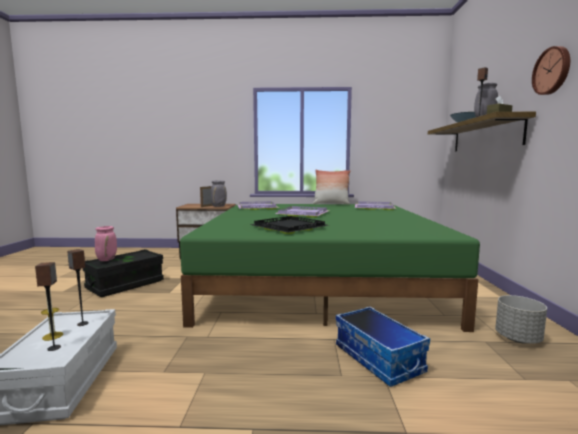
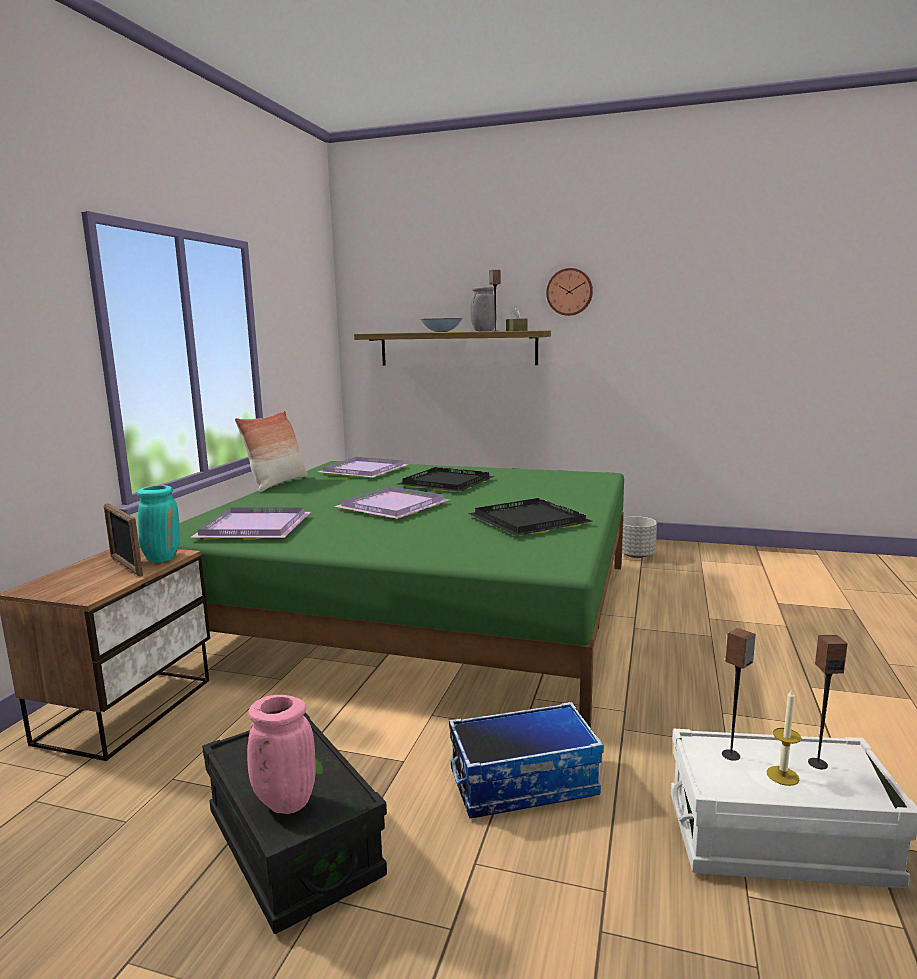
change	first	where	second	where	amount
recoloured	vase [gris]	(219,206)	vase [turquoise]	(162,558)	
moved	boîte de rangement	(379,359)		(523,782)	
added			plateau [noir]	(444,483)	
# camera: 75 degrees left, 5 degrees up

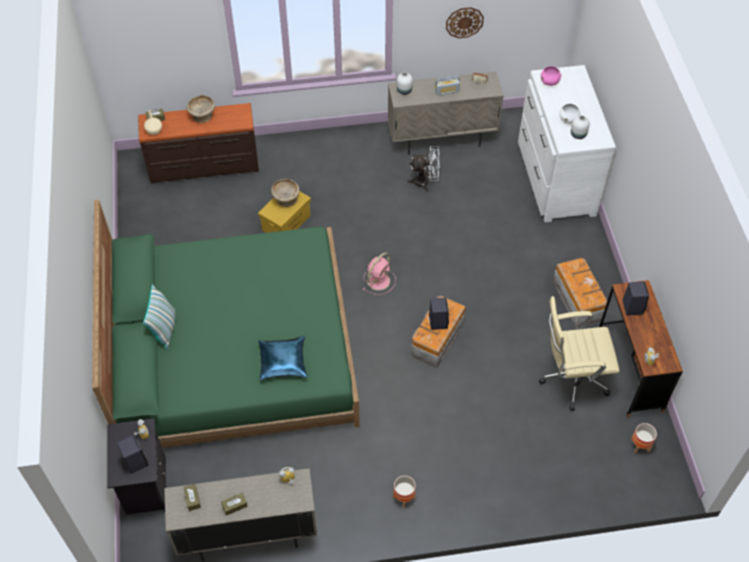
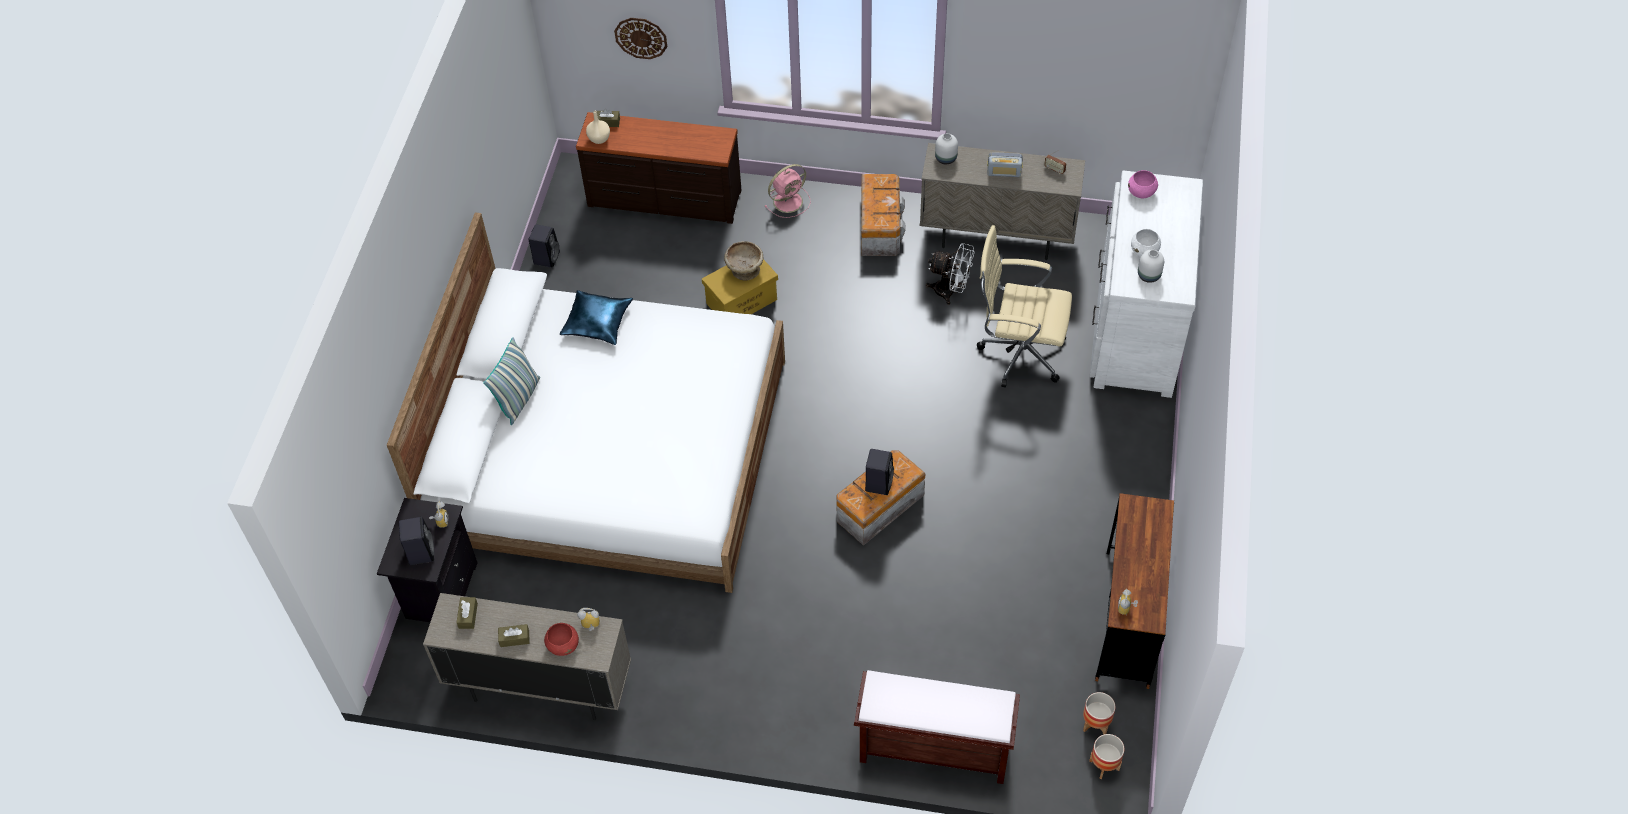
change	first	where	second	where	amount
moved	horloge murale	(464,22)		(641,37)	
removed	bol [beige]	(202,116)			
recoloured	lit [vert]	(234,350)	lit [blanc]	(611,451)	
moved	ventilateur [rose]	(379,280)		(789,201)	
moved	boîte de rangement	(577,299)		(880,226)	
moved	enceinte [noir]	(632,306)		(546,257)	
moved	chaise de bureau [beige]	(570,380)		(1018,354)	
moved	coussin [bleu]	(283,361)		(597,322)	
moved	cache-pot	(404,498)		(1104,765)	
added			bol [rouge]	(563,645)	
added			banc [marron]	(932,749)	
# camera: 20 degrees right, 0 degrees up

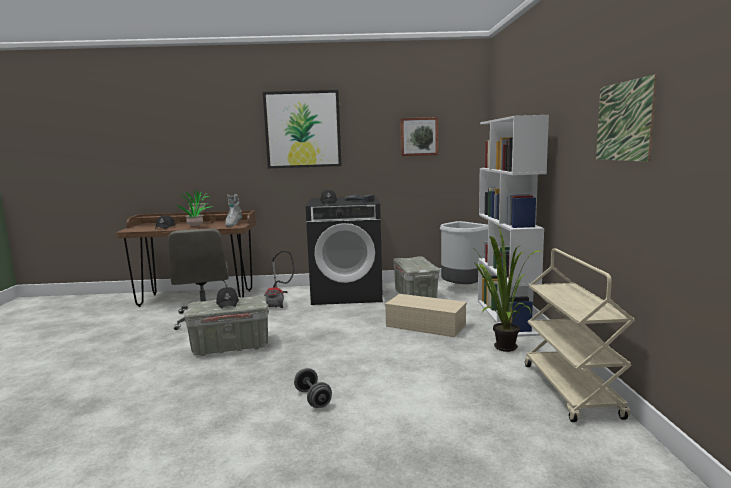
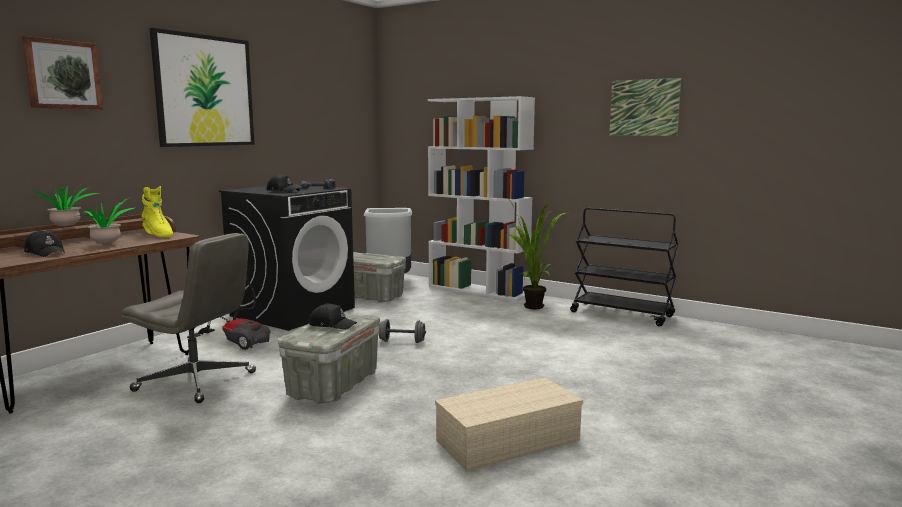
change	first	where	second	where	amount
moved	tableau	(419,136)		(62,74)	
recoloured	botte [gris]	(233,224)	botte [jaune]	(157,235)	
recoloured	chariot [beige]	(571,391)	chariot [noir]	(622,314)	
moved	boîte de rangement [beige]	(427,325)		(509,439)	
moved	haltère [gris]	(313,398)		(402,341)	
# camera: 55 degrees left, 0 degrees up

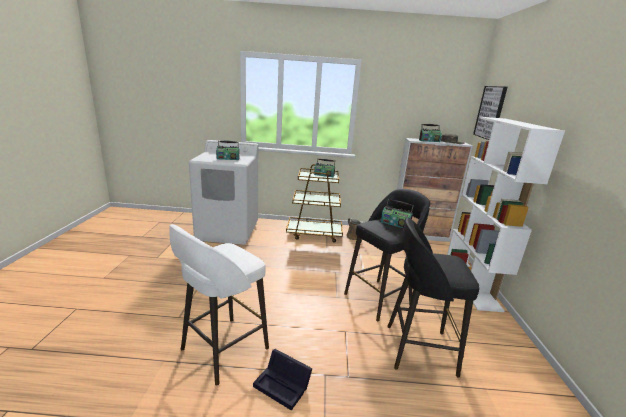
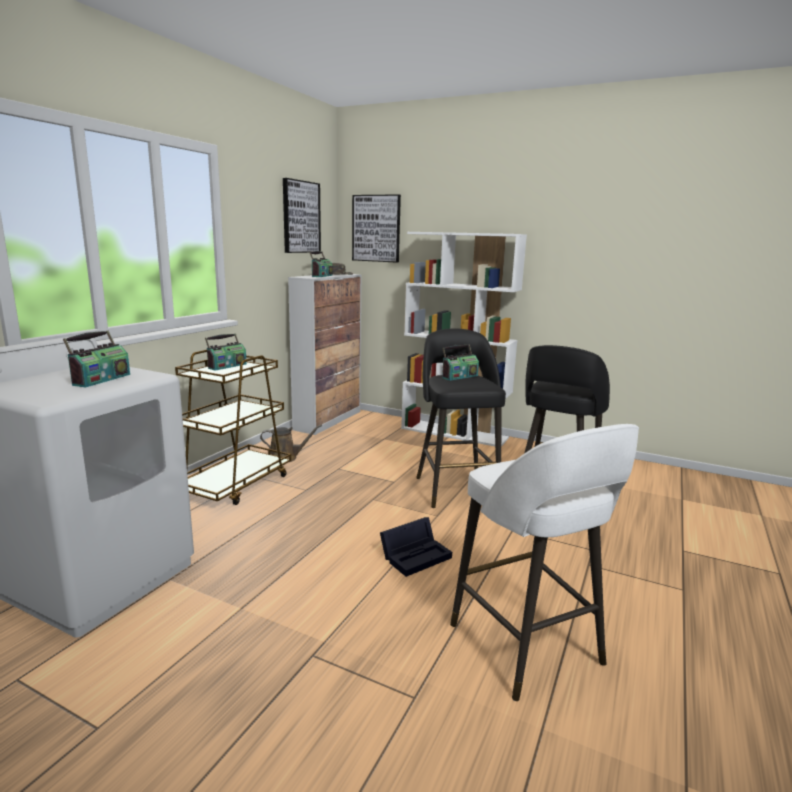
change	first	where	second	where	amount
moved	boîte de rangement [noir]	(283,385)		(416,555)	
added			tableau	(300,217)	
# camera: 65 degrees left, 5 degrees down

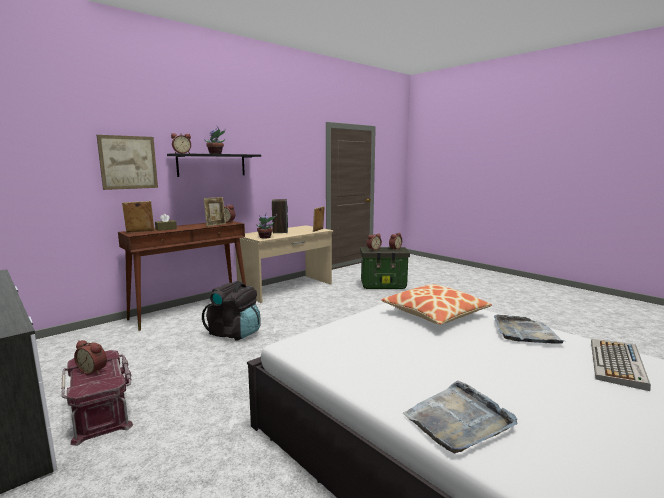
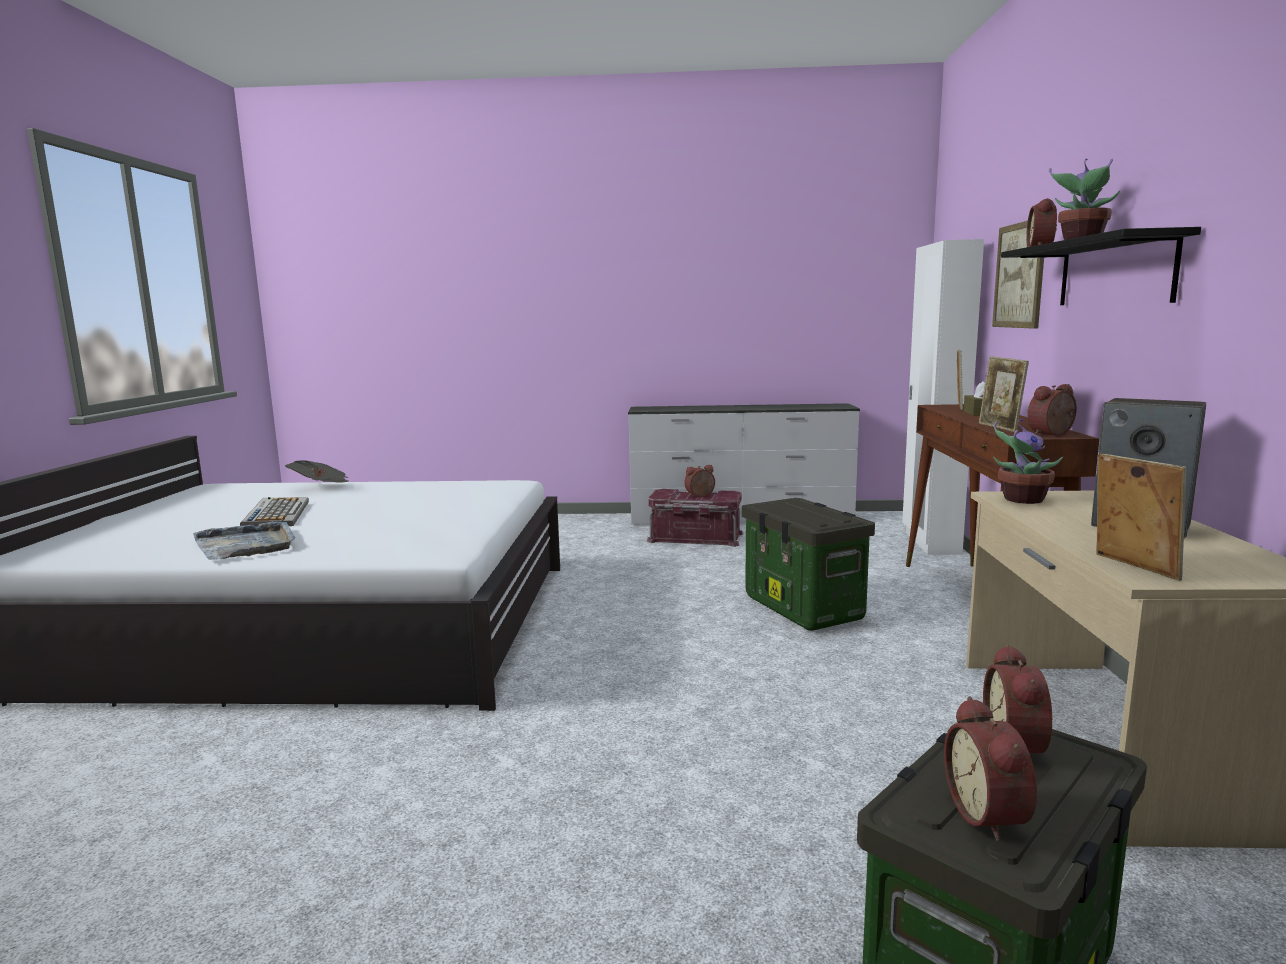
change	first	where	second	where	amount
replaced	sac à dos [noir]	(234,333)	boîte de rangement	(804,608)	
removed	coussin	(435,313)			
moved	clavier	(617,364)		(276,514)	
replaced	plateau [gris]	(458,420)	journal	(322,488)	
added			armoire [blanc]	(930,542)	
# camera: 135 degrees right, 0 degrees up

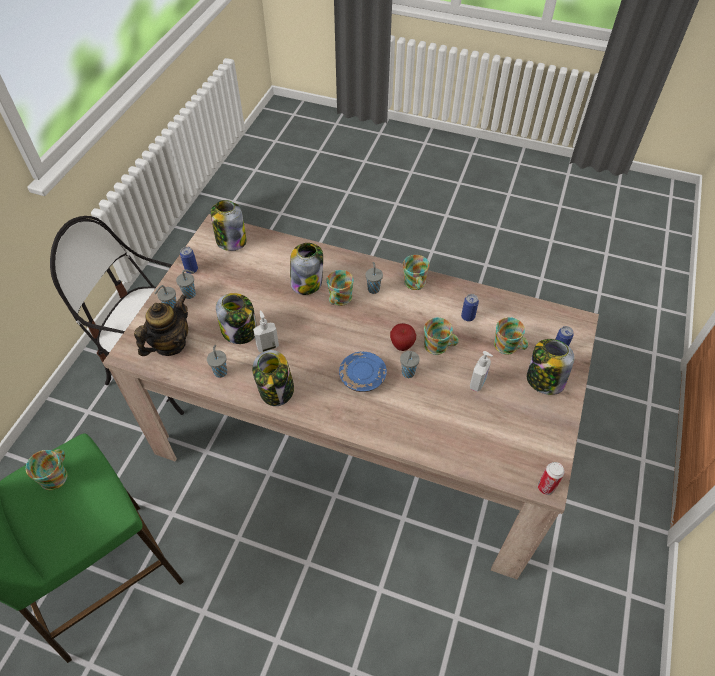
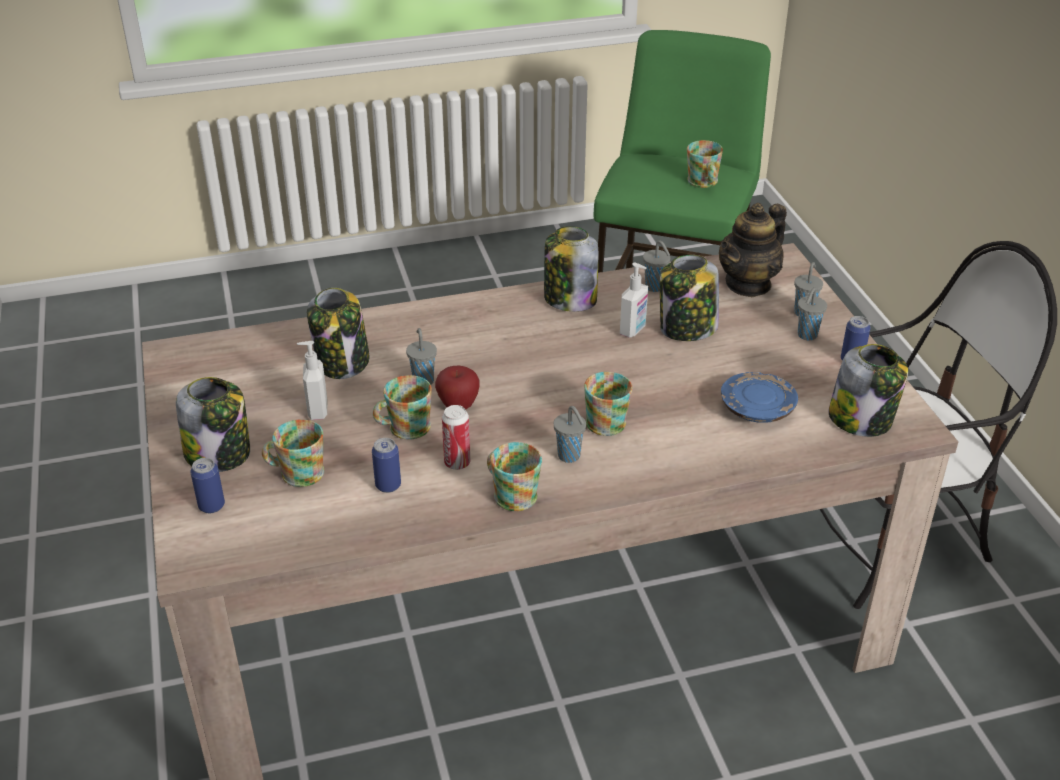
change	first	where	second	where	amount
moved	bocal	(307,282)		(343,362)	
turned	théière	(170,344)		(748,284)	45 degrees clockwise
moved	assiette [bleu]	(362,377)		(756,408)	
moved	boîte métallique	(545,487)		(457,463)	
# camera: 145 degrees right, 15 degrees down

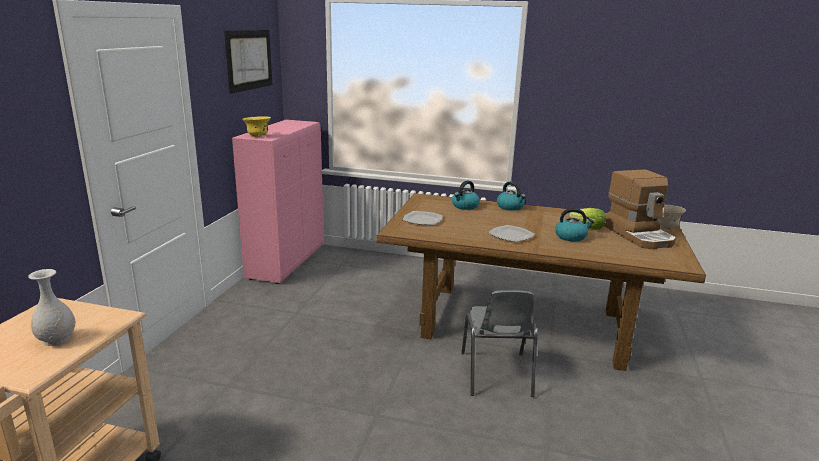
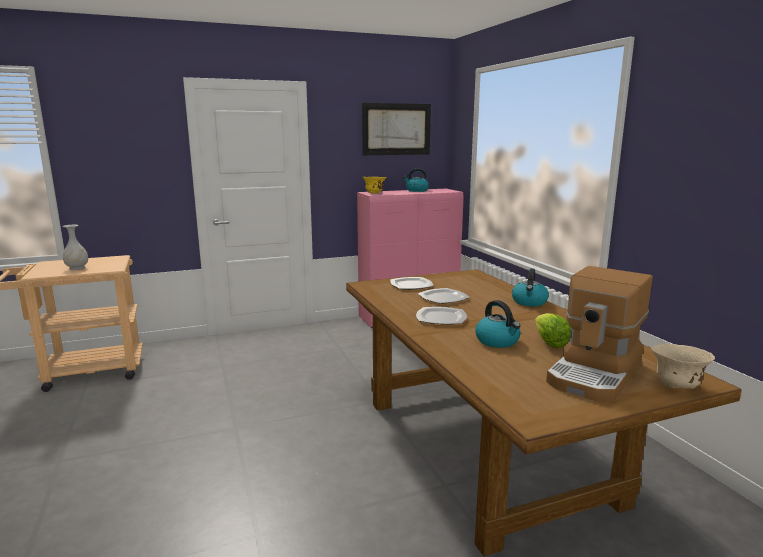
change	first	where	second	where	amount
moved	bouilloire	(465,206)		(416,190)	
removed	chaise [gris]	(496,375)			
added			assiette	(444,298)	
# camera: 55 degrees right, 5 degrees down

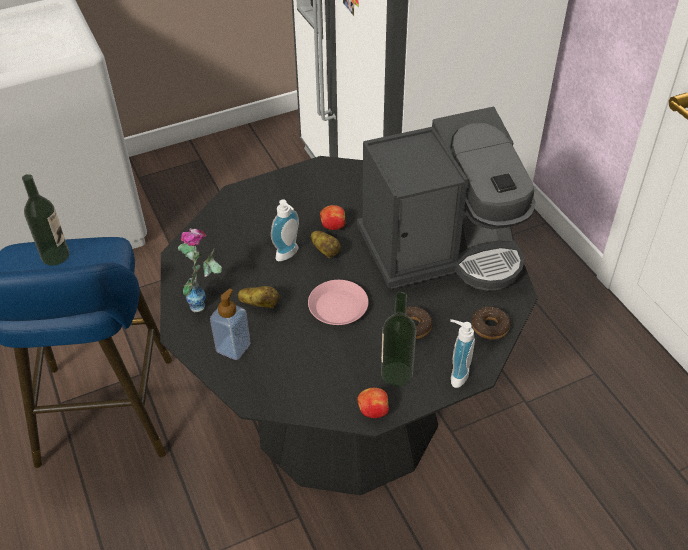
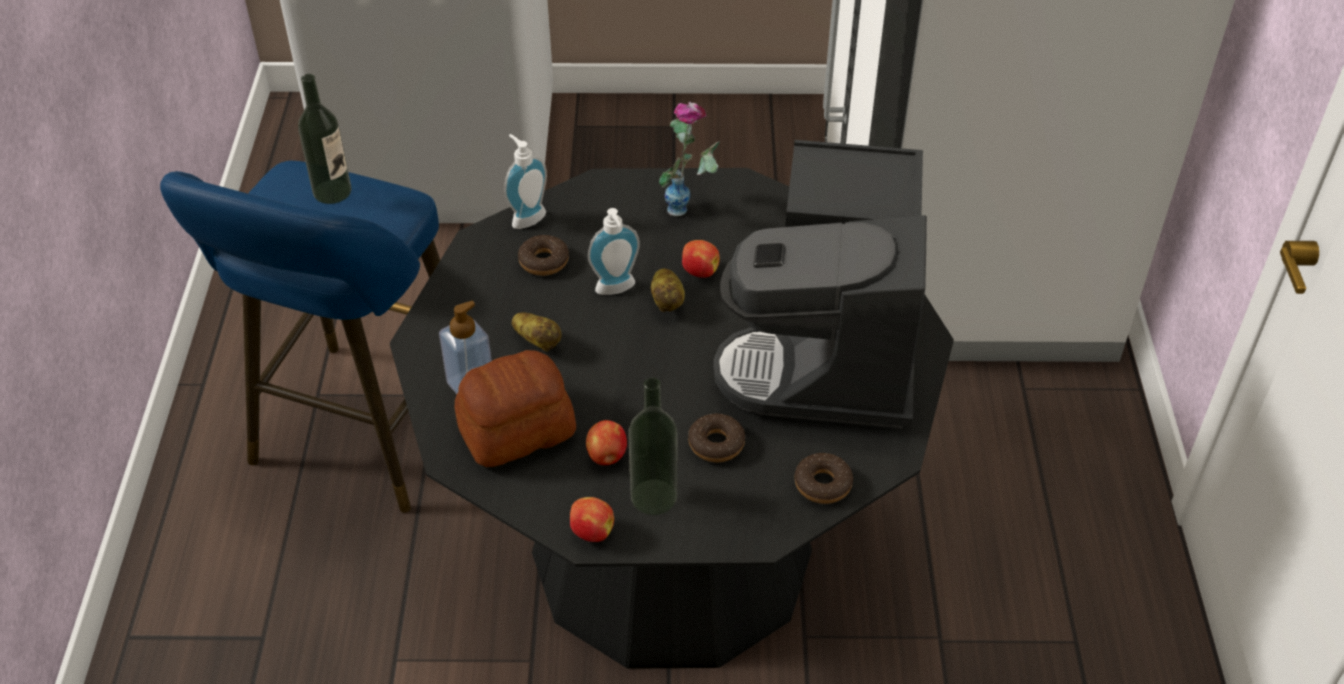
change	first	where	second	where	amount
turned	machine à café	(443,249)		(830,355)	90 degrees clockwise
moved	vase	(207,301)		(691,207)	
removed	assiette [rose]	(337,307)			
moved	distributeur de savon	(456,374)		(526,217)	
added			beignet	(544,261)	
added			pain	(515,430)	
added			pomme	(607,456)	
# camera: 25 degrees right, 0 degrees up

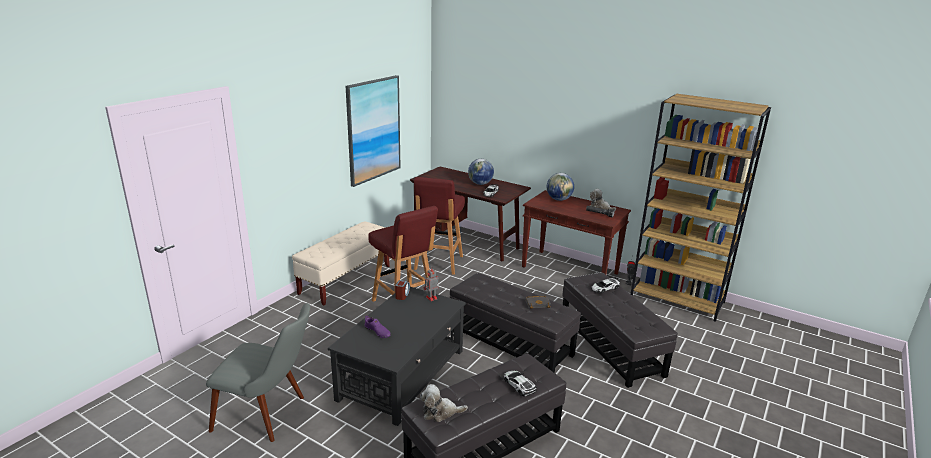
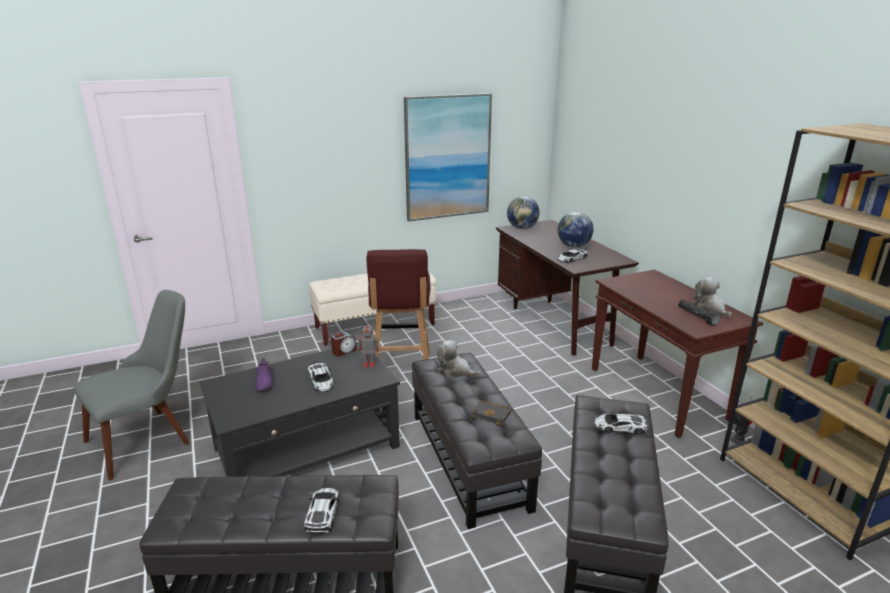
change	first	where	second	where	amount
moved	globe	(559,199)		(522,228)	
removed	tabouret [rouge]	(438,263)			
turned	chaise [gris]	(270,414)		(150,436)	90 degrees counterclockwise
moved	peluche	(440,412)		(455,371)	
added			petite voiture	(321,381)	
# camera: 35 degrees right, 0 degrees up

